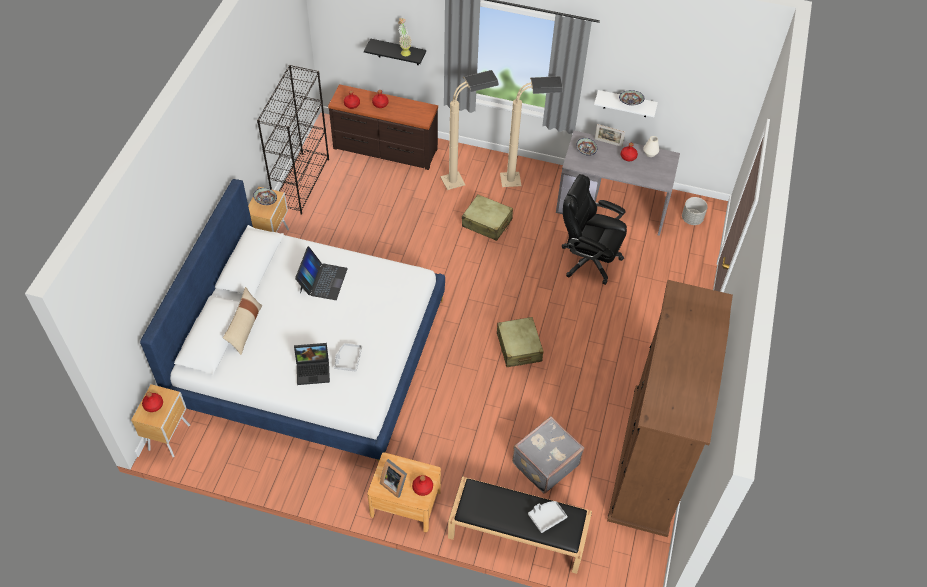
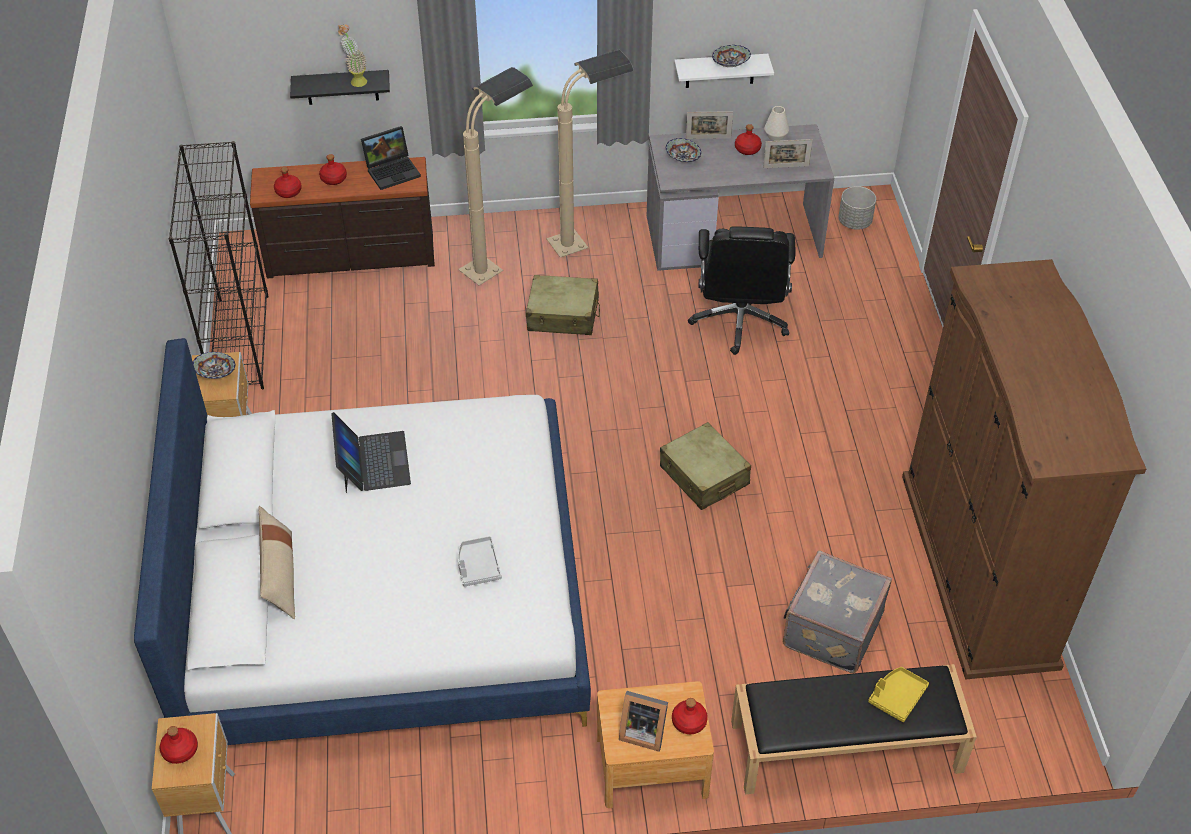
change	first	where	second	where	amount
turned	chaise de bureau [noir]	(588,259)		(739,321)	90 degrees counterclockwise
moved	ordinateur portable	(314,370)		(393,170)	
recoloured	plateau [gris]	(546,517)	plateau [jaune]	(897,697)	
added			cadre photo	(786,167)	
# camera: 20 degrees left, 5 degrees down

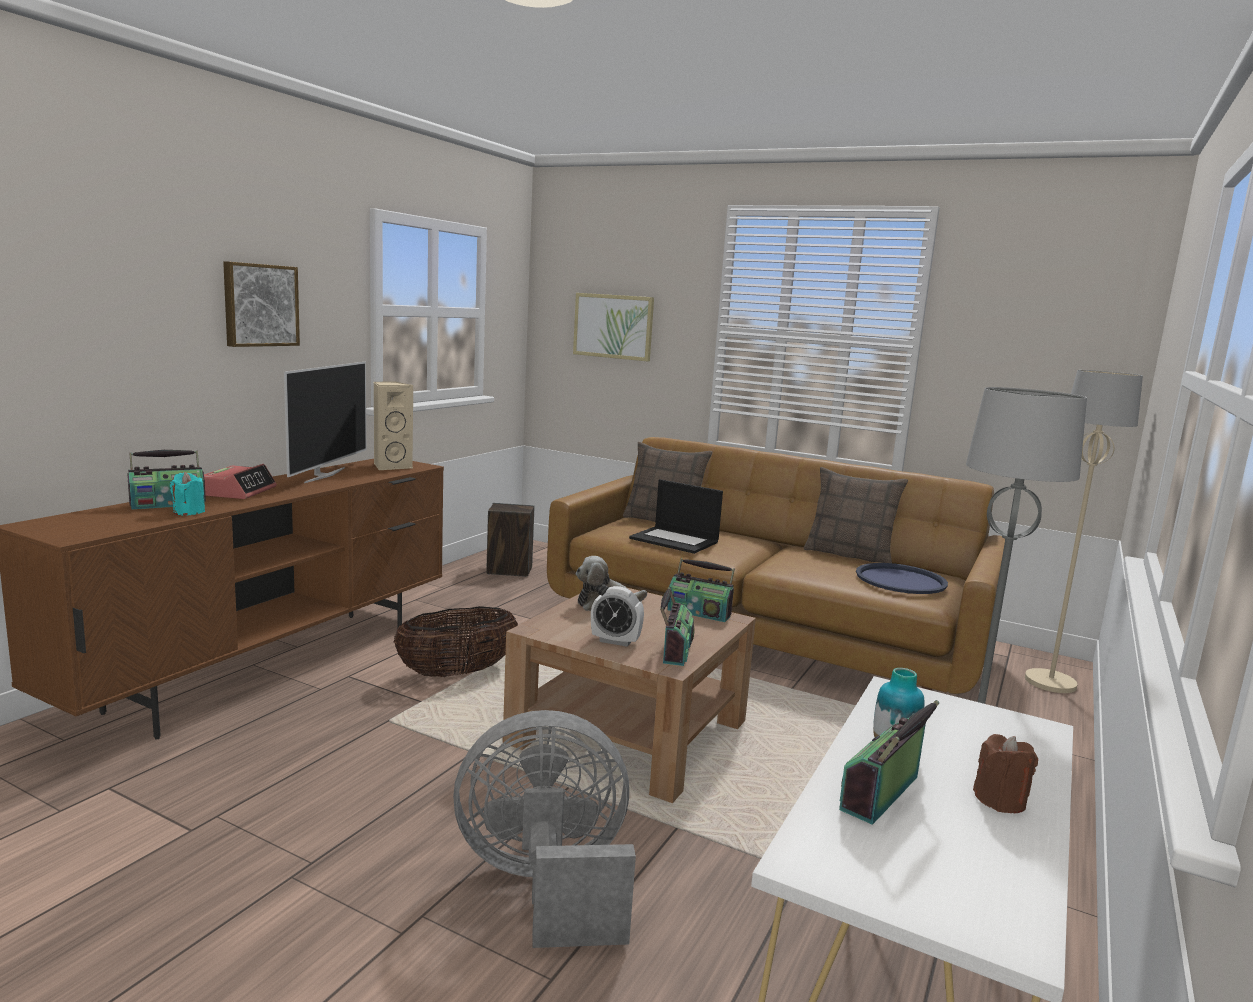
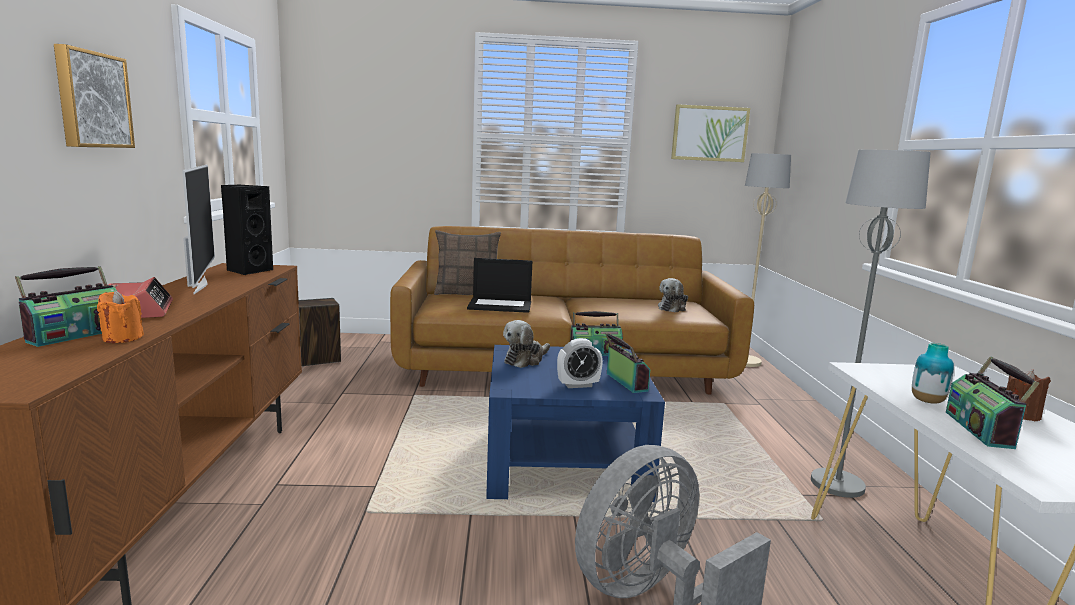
change	first	where	second	where	amount
moved	tableau	(613,326)		(709,133)	
recoloured	enceinte [beige]	(391,466)	enceinte [noir]	(248,270)	
removed	coussin	(849,554)			
recoloured	bougie [turquoise]	(188,512)	bougie [orange]	(122,338)	
replaced	plateau [bleu]	(900,580)	peluche	(673,308)	
recoloured	table basse [marron]	(629,732)	table basse [bleu]	(564,461)	
removed	panier	(457,673)			
# camera: 30 degrees left, 0 degrees up

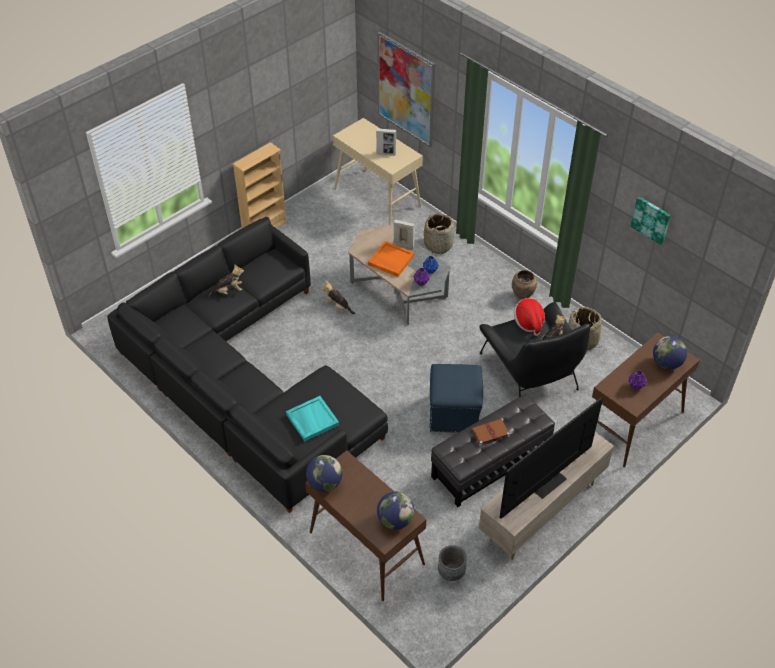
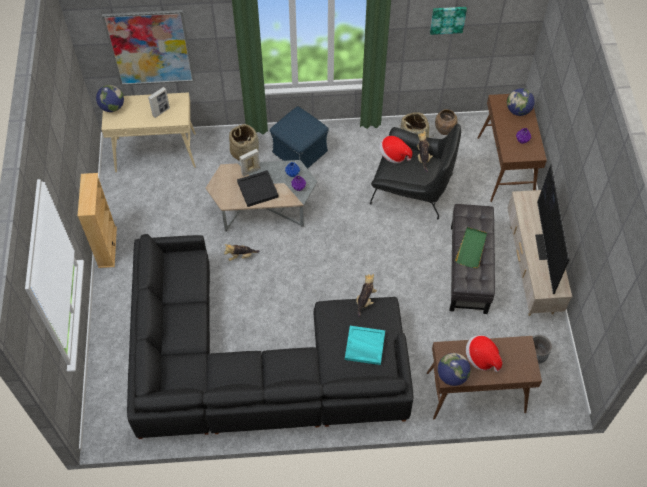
change	first	where	second	where	amount
recoloured	plateau [orange]	(390,260)	plateau [noir]	(257,190)	
moved	peluche	(228,291)		(365,300)	
moved	vase [marron]	(523,295)		(444,131)	
moved	pouf [bleu]	(454,412)		(299,151)	
replaced	livre [marron]	(489,433)	plateau [vert]	(471,248)	
moved	globe	(395,520)		(112,107)	
added			chapeau	(481,358)	
# camera: 50 degrees left, 10 degrees up

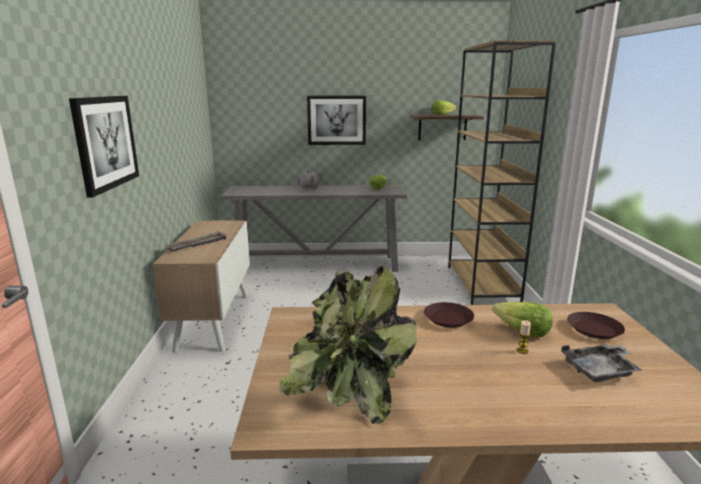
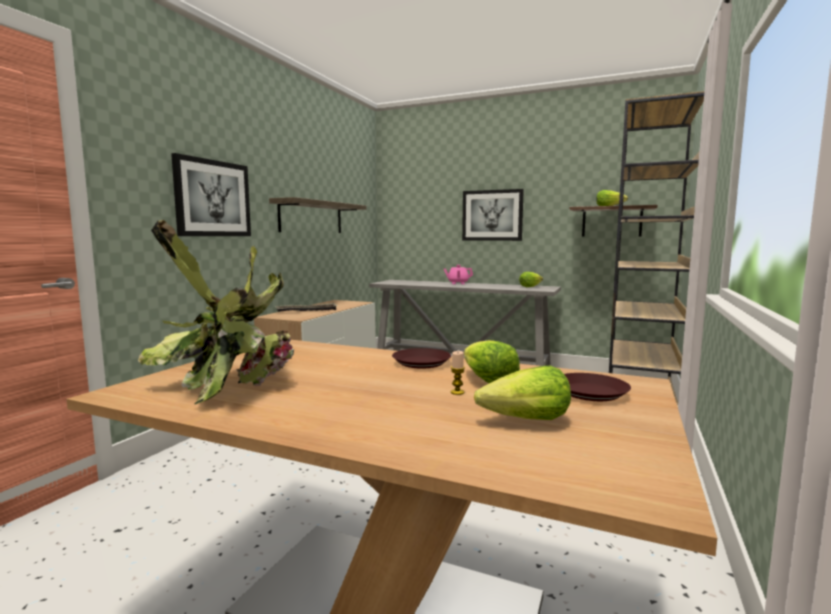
change	first	where	second	where	amount
recoloured	théière [gris]	(308,188)	théière [rose]	(458,283)	
replaced	plateau [gris]	(600,371)	laitue	(526,420)	
added			étagère	(311,217)	
# camera: 25 degrees right, 10 degrees down

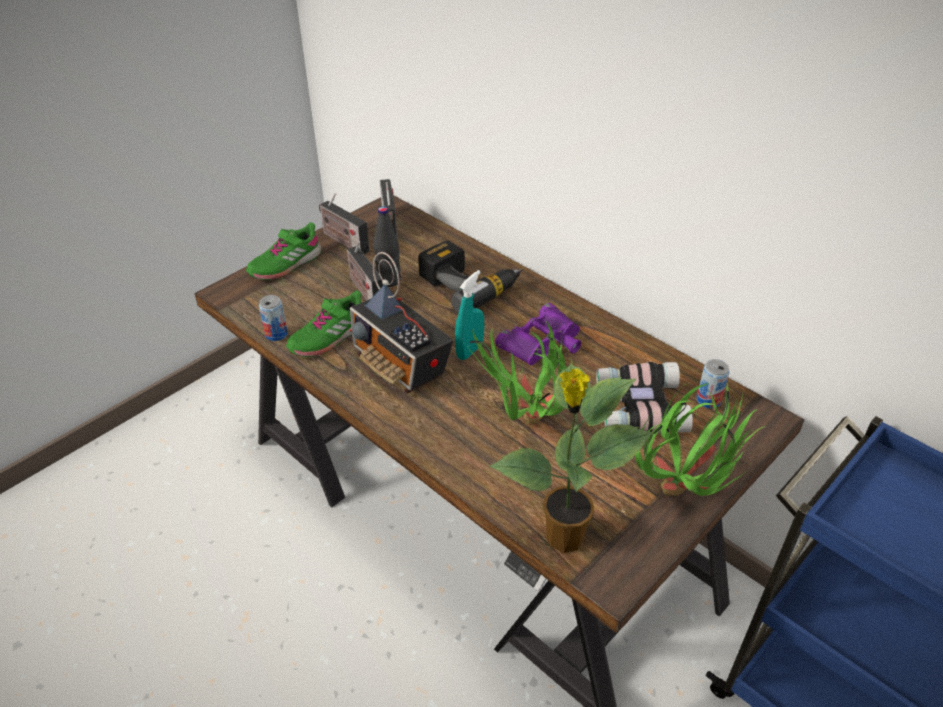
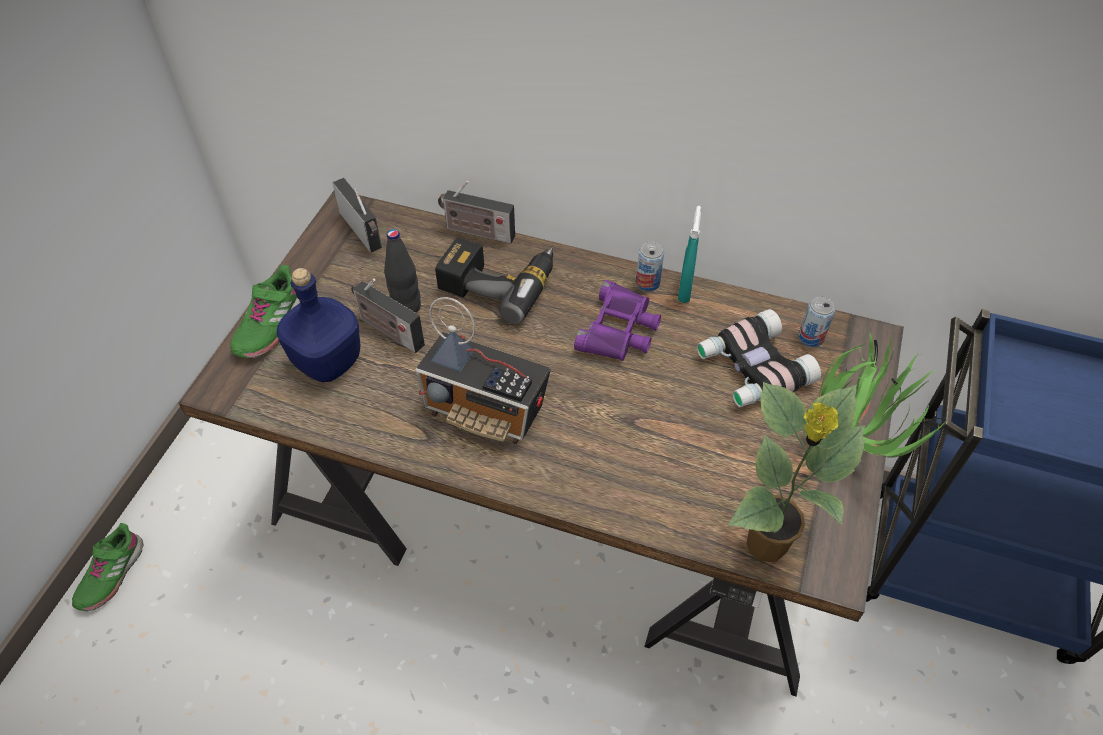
change	first	where	second	where	amount
moved	radio	(343,241)		(477,232)	
moved	vaporisateur [turquoise]	(470,350)		(684,290)	
moved	chaussure [vert]	(328,337)		(110,574)	
moved	boîte métallique	(276,334)		(647,283)	
removed	plante en pot	(524,428)			
added			bouteille [bleu]	(327,361)	
# camera: 25 degrees left, 10 degrees up

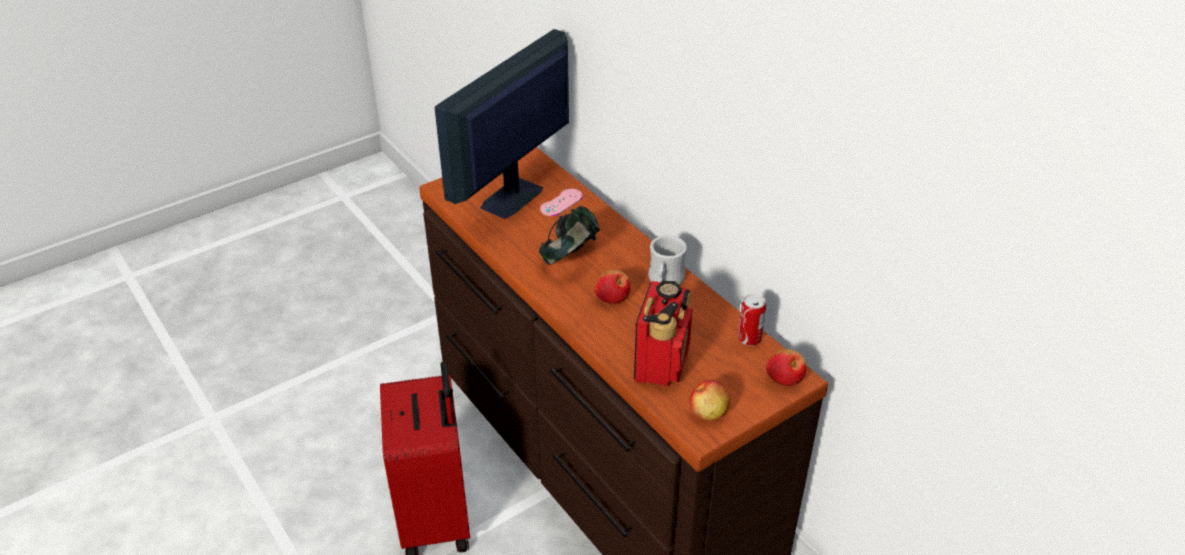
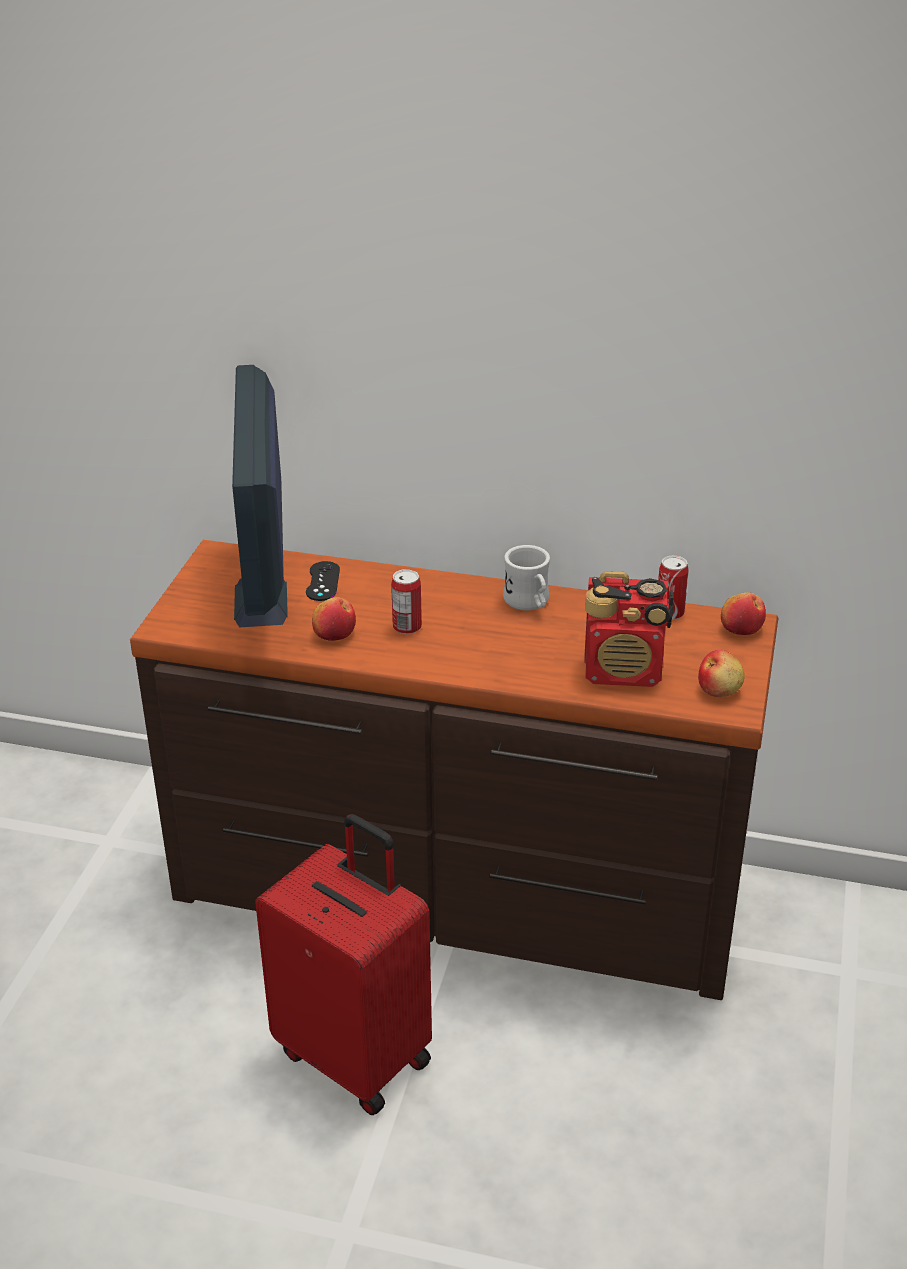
change	first	where	second	where	amount
recoloured	manette [rose]	(561,203)	manette [noir]	(323,581)	
replaced	casque audio	(570,257)	boîte métallique	(407,627)	
moved	pomme	(612,297)		(334,634)	
turned	radio	(662,362)		(624,672)	120 degrees clockwise
# camera: 40 degrees left, 5 degrees down

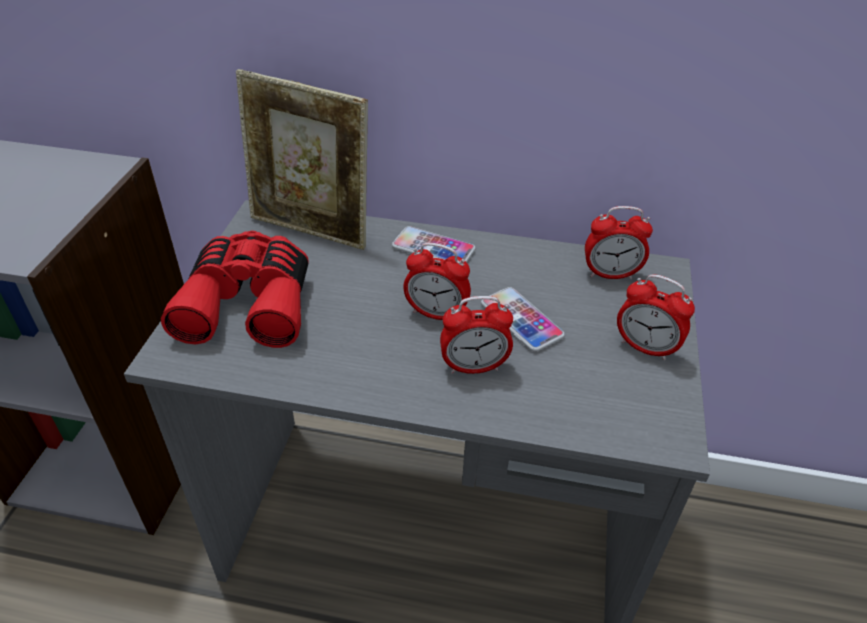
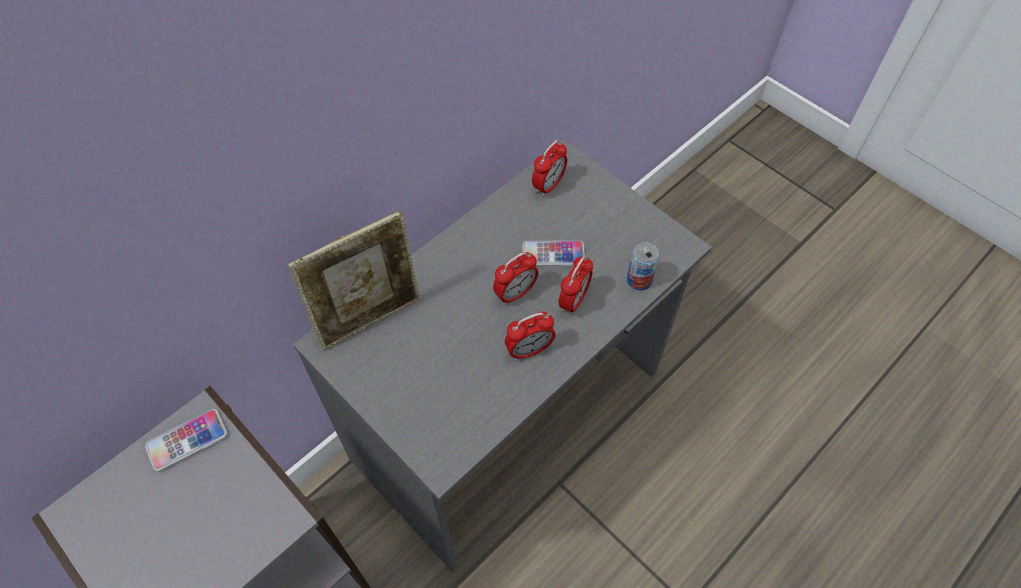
change	first	where	second	where	amount
moved	téléphone	(433,248)		(187,440)	
removed	jumelles [rouge]	(249,302)			
moved	réveil	(645,348)		(529,350)	
added			boîte métallique	(639,280)	
# camera: 55 degrees left, 15 degrees up

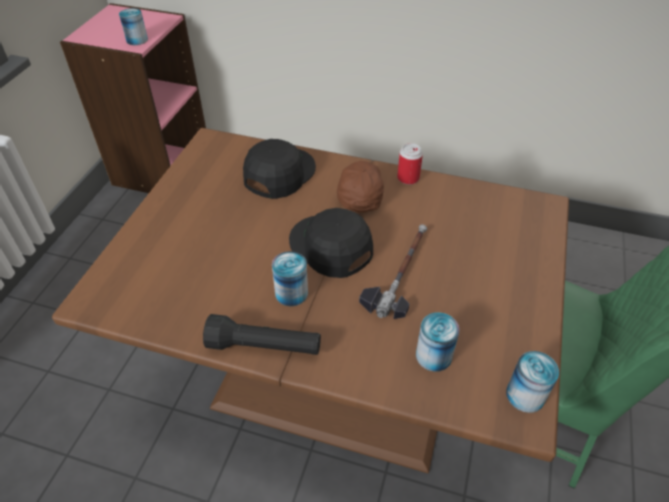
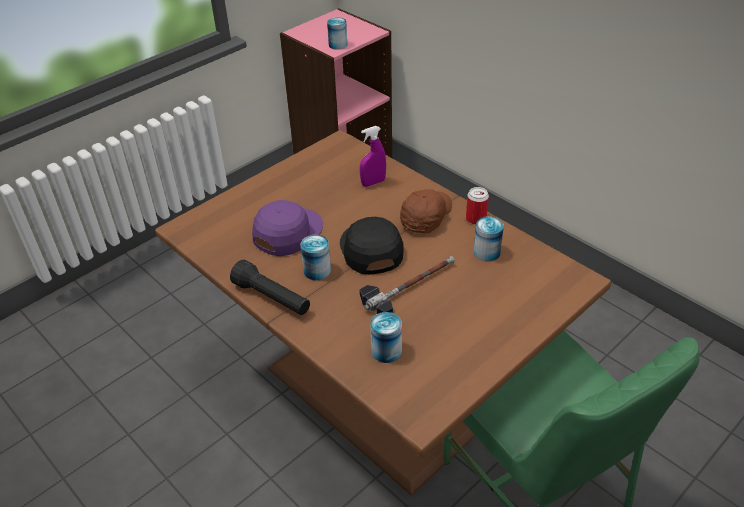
change	first	where	second	where	amount
replaced	casquette [noir]	(279,173)	vaporisateur [violet]	(373,183)	
moved	boîte métallique	(525,395)		(486,252)	
added			casquette [violet]	(287,232)	
# camera: 30 degrees right, 5 degrees down

